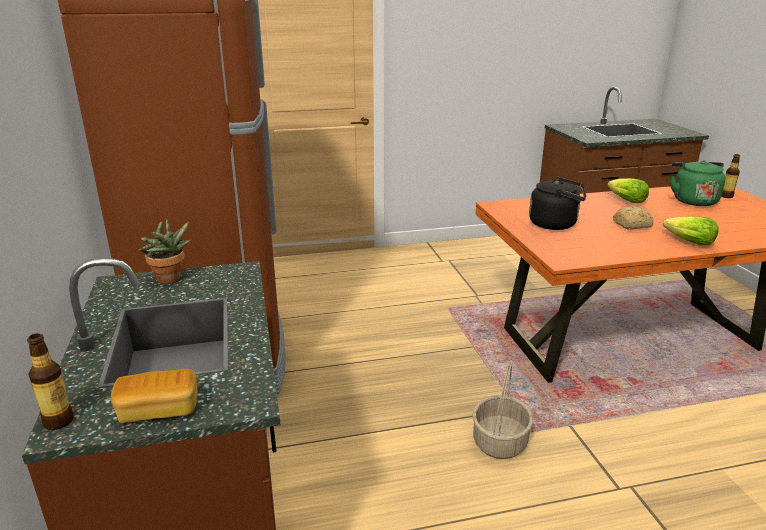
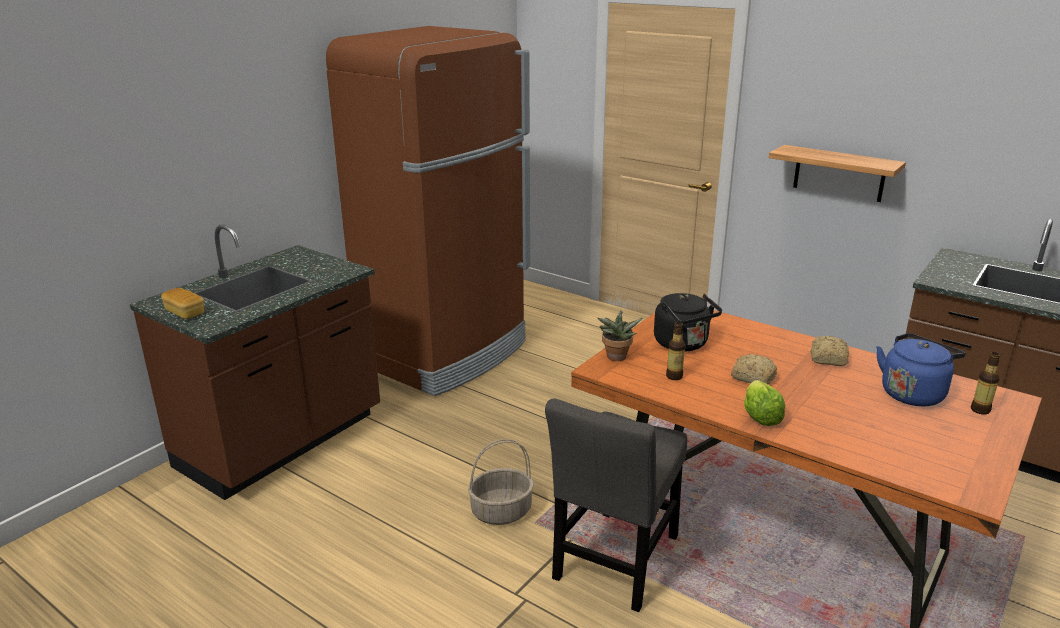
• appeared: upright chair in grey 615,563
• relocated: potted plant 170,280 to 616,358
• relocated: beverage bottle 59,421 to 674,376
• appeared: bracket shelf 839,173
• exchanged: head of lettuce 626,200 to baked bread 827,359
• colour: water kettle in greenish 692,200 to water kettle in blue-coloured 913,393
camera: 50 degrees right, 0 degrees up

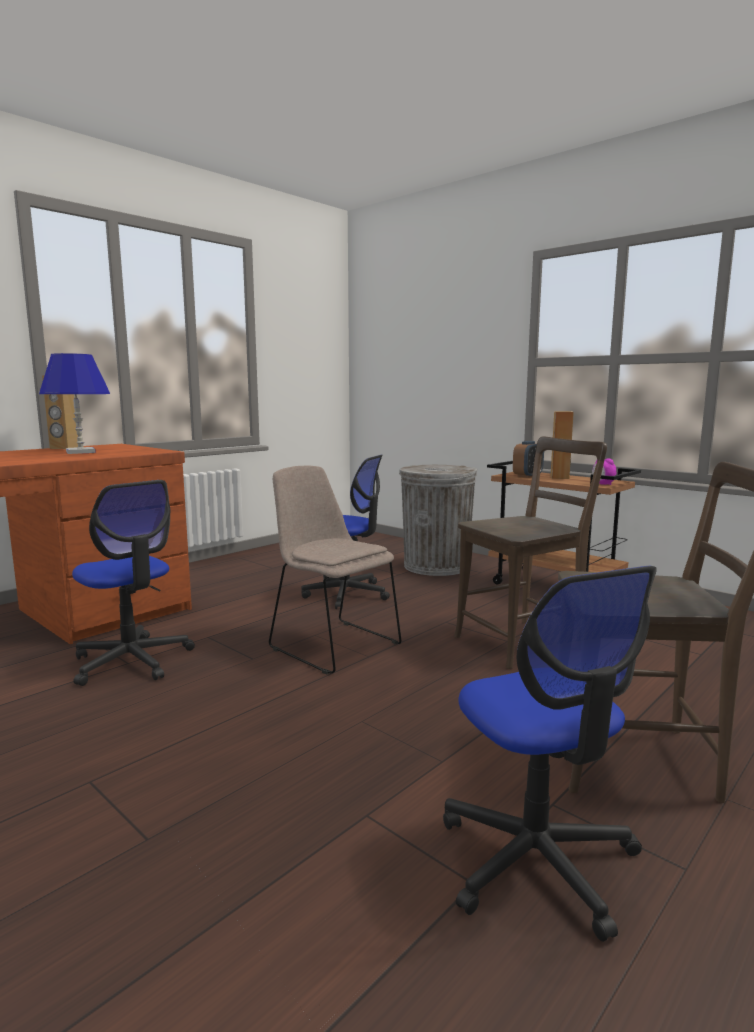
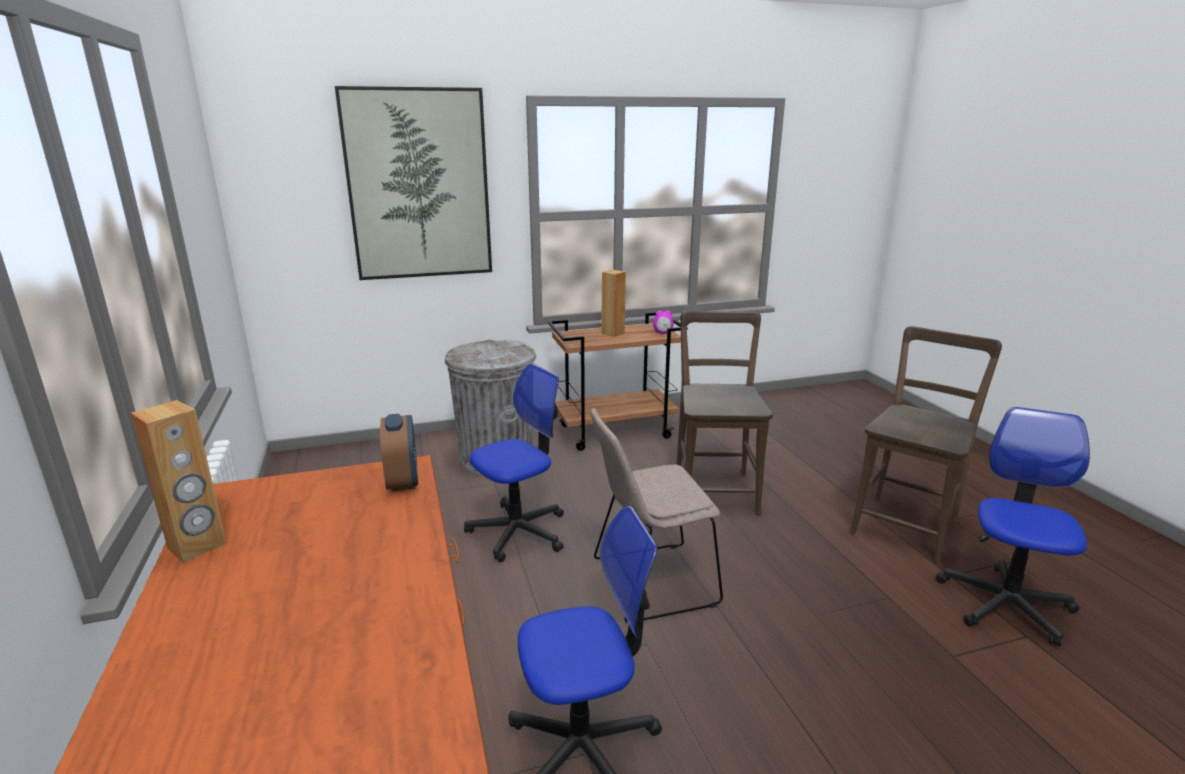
• appeared: picture 419,185
• relocated: bedside clock 527,476 to 403,481
• spun: office chair 537,860 = 1005,604 75 degrees counterclockwise
• missing: lamp for a table in blue-coloured 81,452
camera: 60 degrees left, 10 degrees up

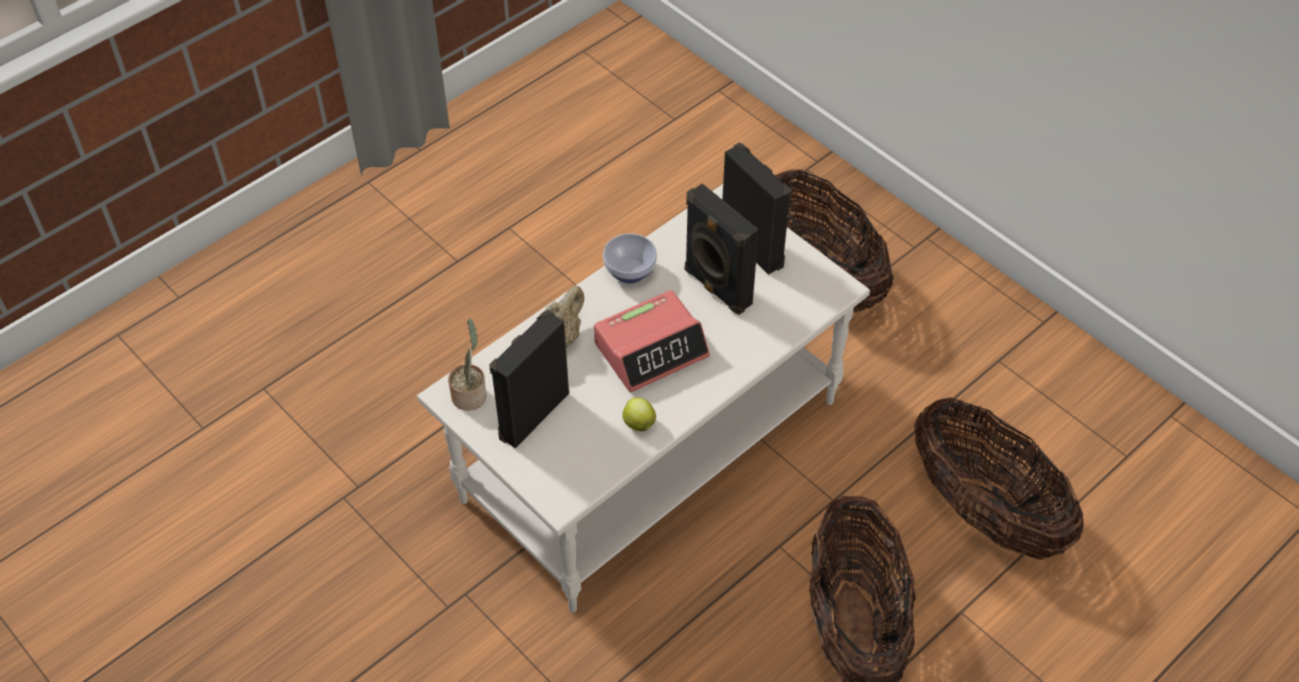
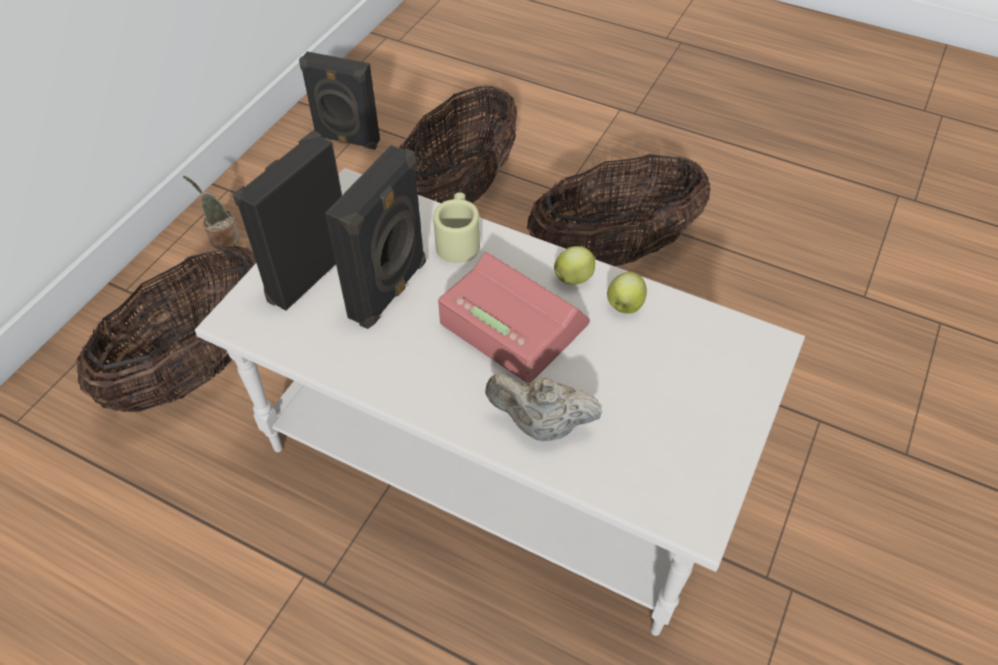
• relocated: potted plant 470,394 to 222,238
• relocated: speaker in black 532,414 to 346,140
• appeared: tea mug in beige-coloured 458,240
• appeared: apple 574,278
• missing: serving bowl 628,272
camera: 110 degrees left, 0 degrees up

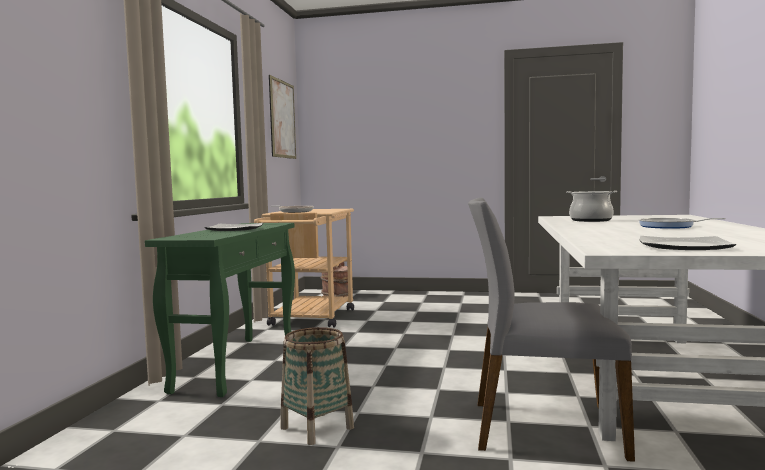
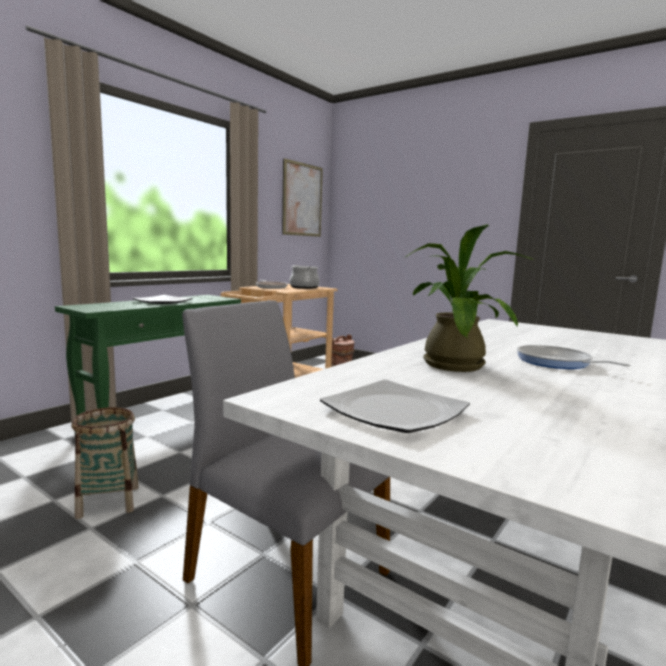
• relocated: saucepot 590,220 to 304,287
• appeared: potted plant 453,363
camera: 25 degrees right, 5 degrees up

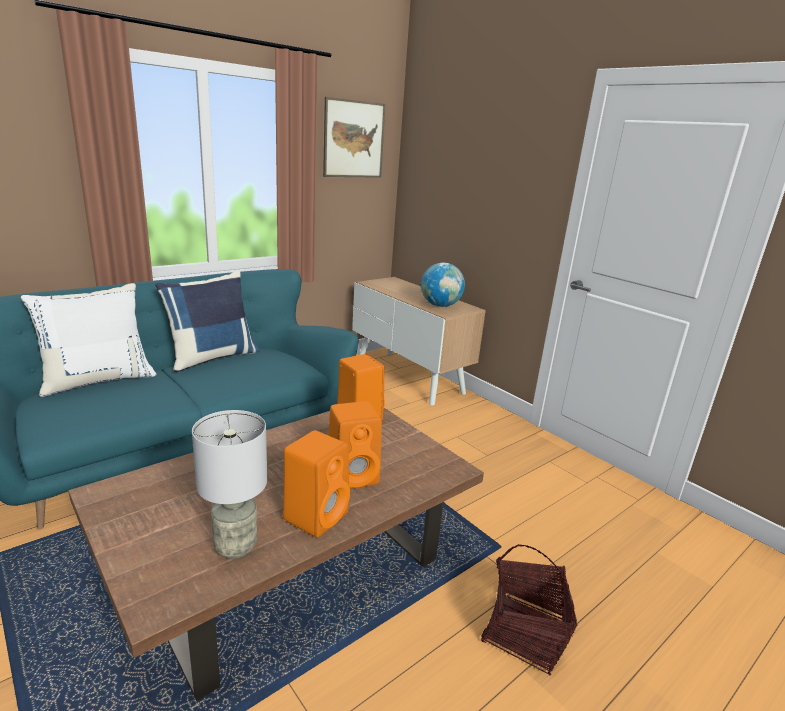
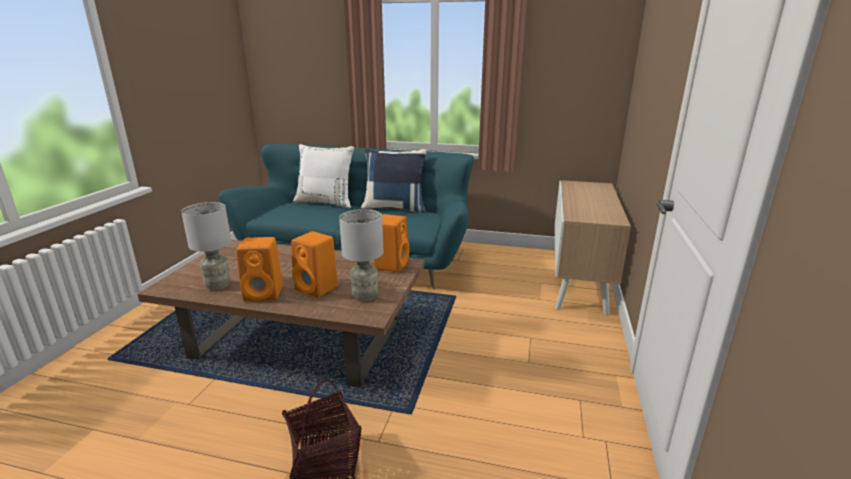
• appeared: lamp for a table in grey 365,296
• missing: picture 354,139
• missing: world globe 440,305
camera: 55 degrees right, 0 degrees up

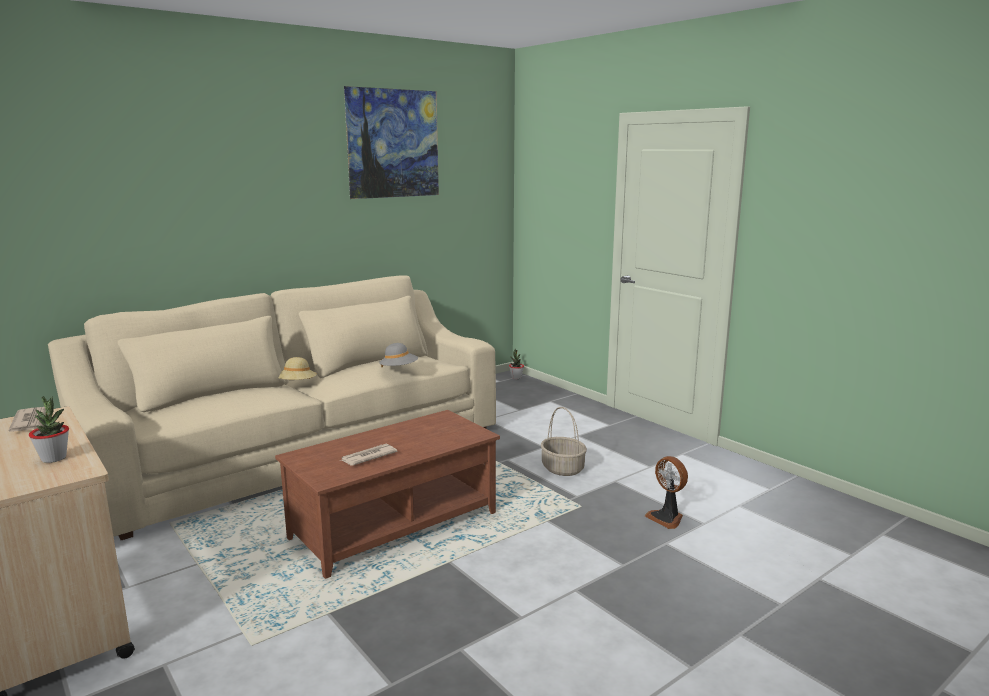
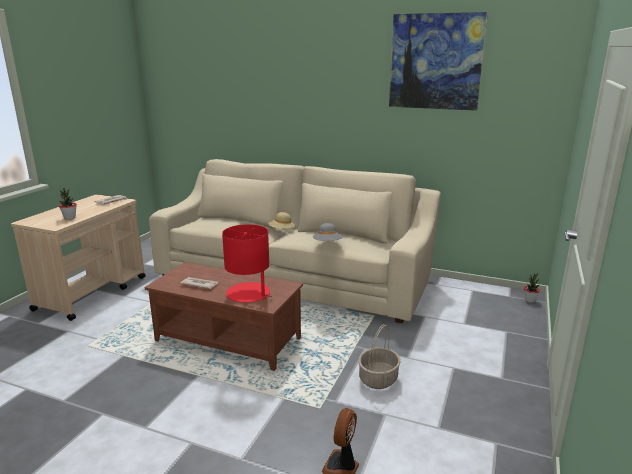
• appeared: lamp for a table in reddish 248,293
camera: 60 degrees right, 5 degrees up

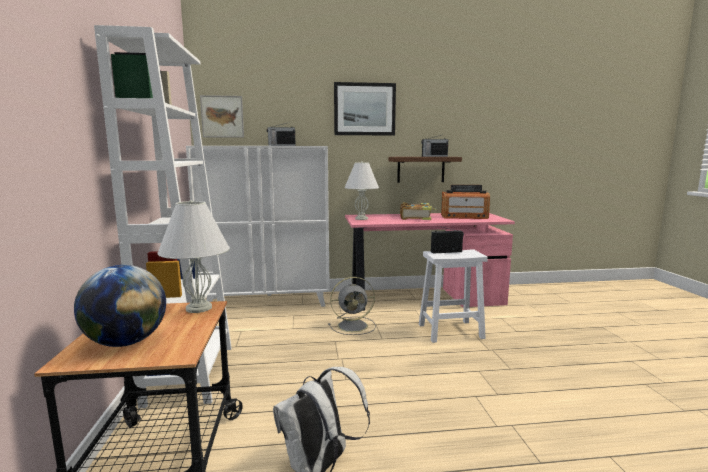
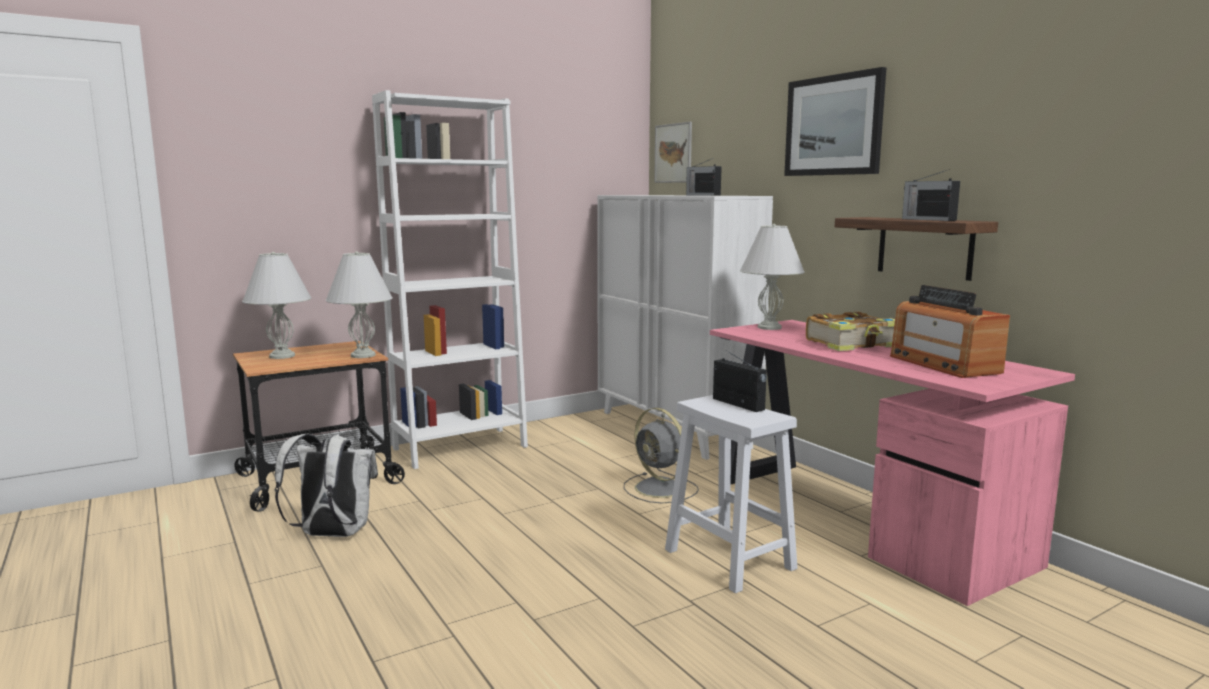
• exchanged: world globe 126,342 to lamp for a table in white 282,356
camera: 65 degrees right, 0 degrees up

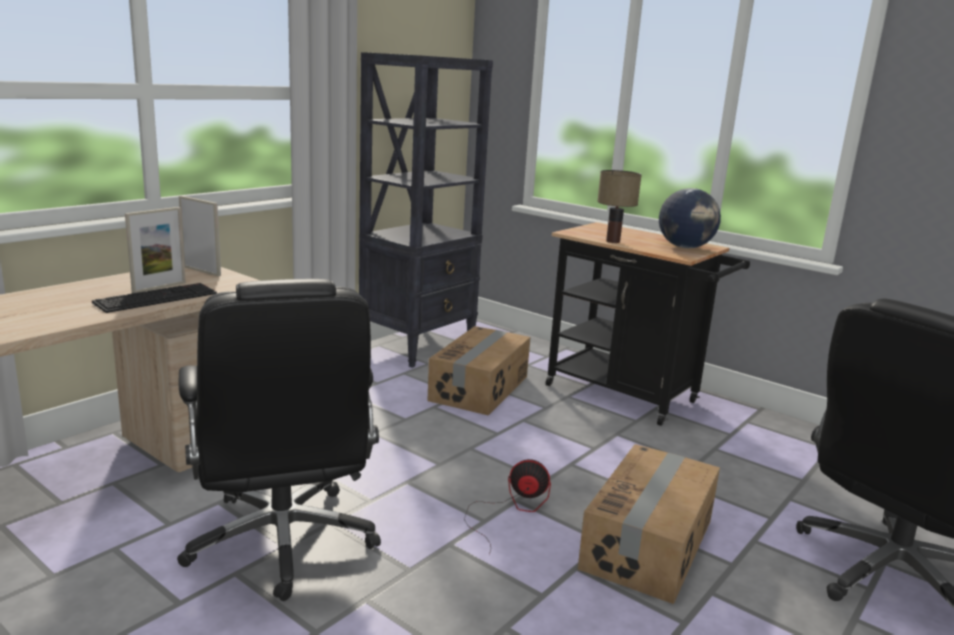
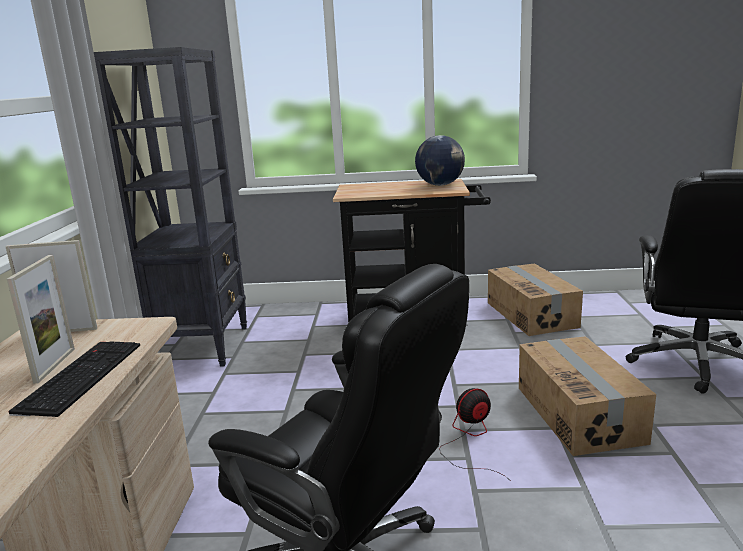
• relocated: packing box 480,388 to 532,314
• missing: lamp for a table 612,241
camera: 35 degrees left, 0 degrees up

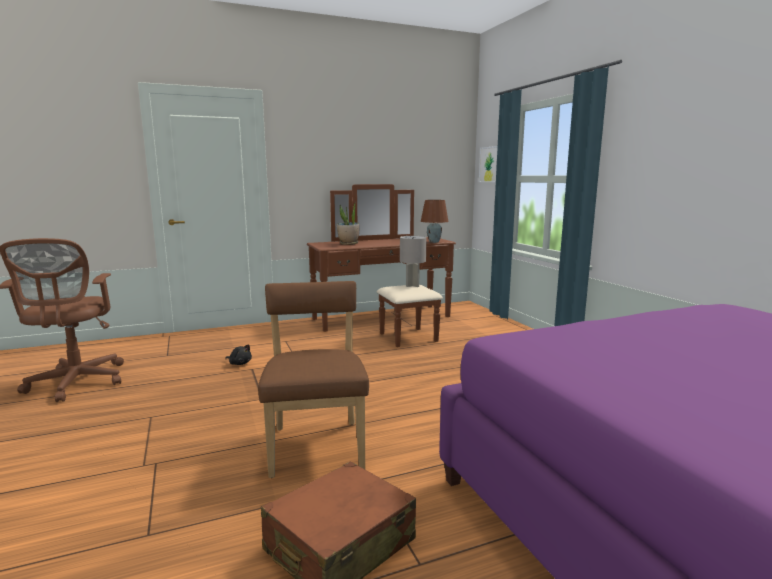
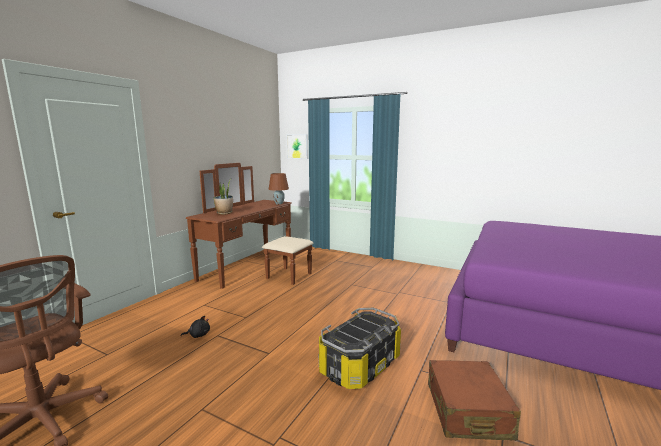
• exchanged: upright chair in brown 317,444 to storage container 359,365
• missing: lamp for a table in grey 412,285
camera: 40 degrees left, 0 degrees up

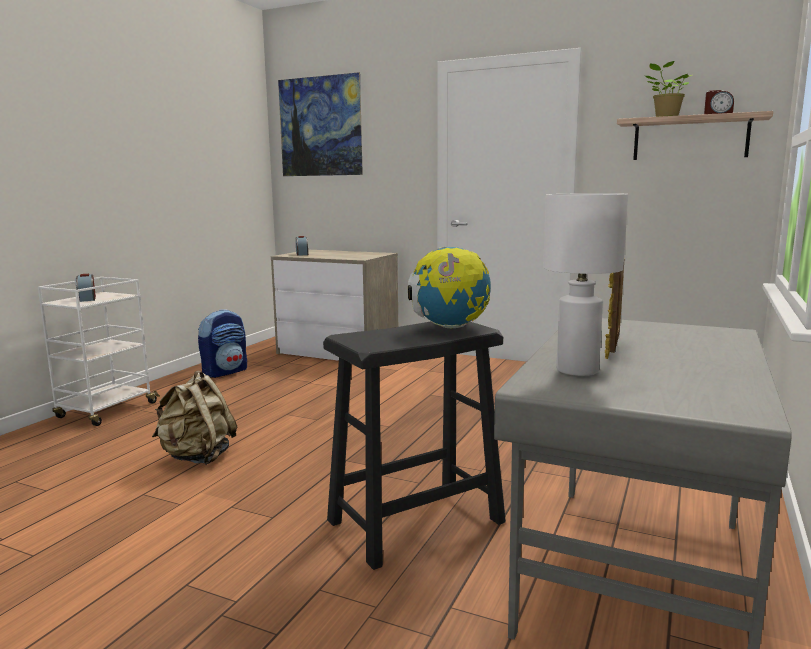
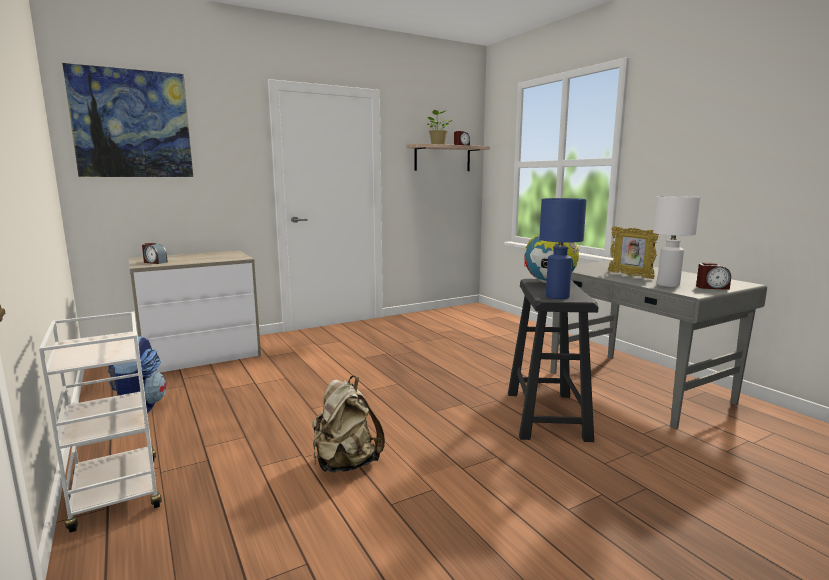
• appeared: lamp for a table in blue-coloured 557,296
• relocated: bedside clock 87,299 to 712,287
camera: 55 degrees left, 0 degrees up

